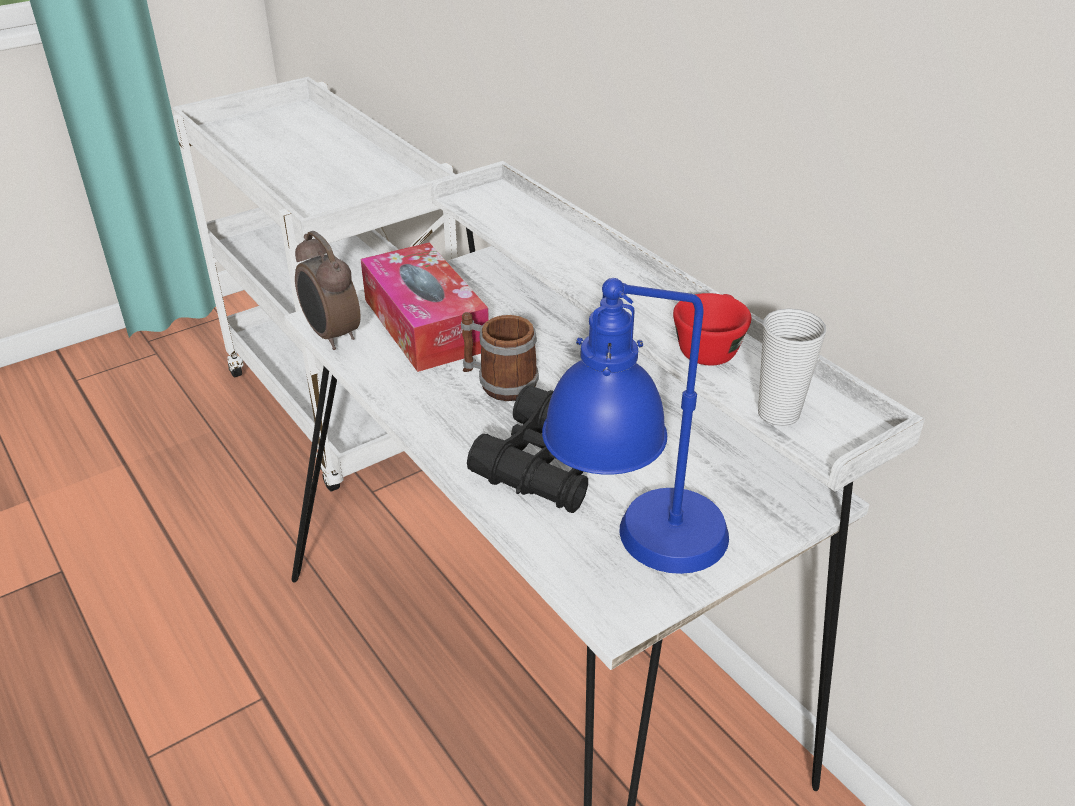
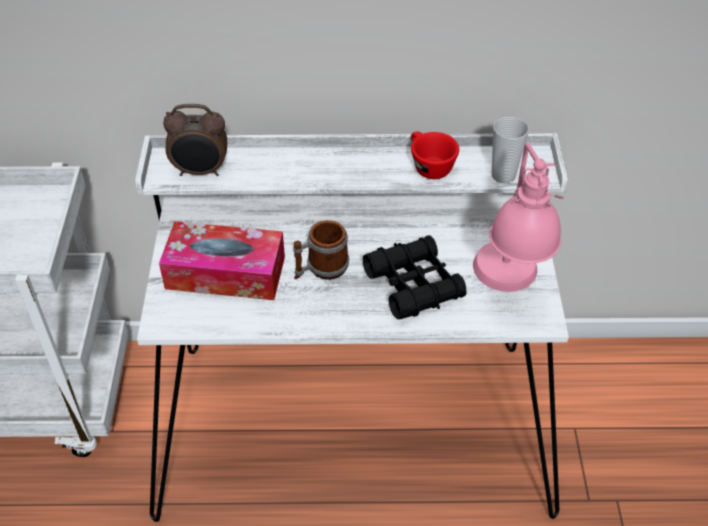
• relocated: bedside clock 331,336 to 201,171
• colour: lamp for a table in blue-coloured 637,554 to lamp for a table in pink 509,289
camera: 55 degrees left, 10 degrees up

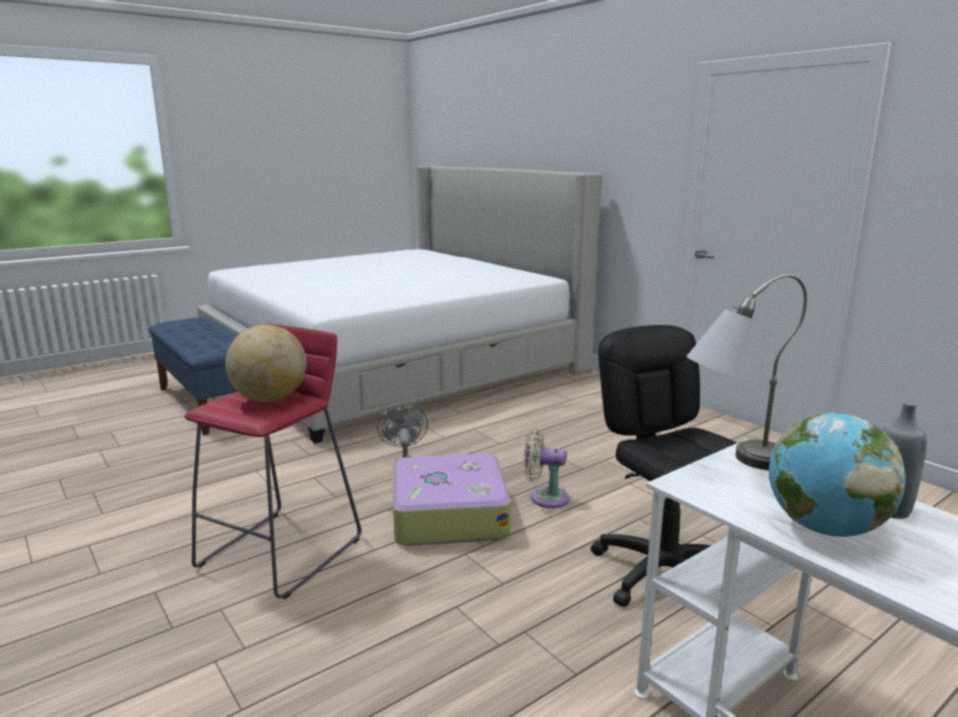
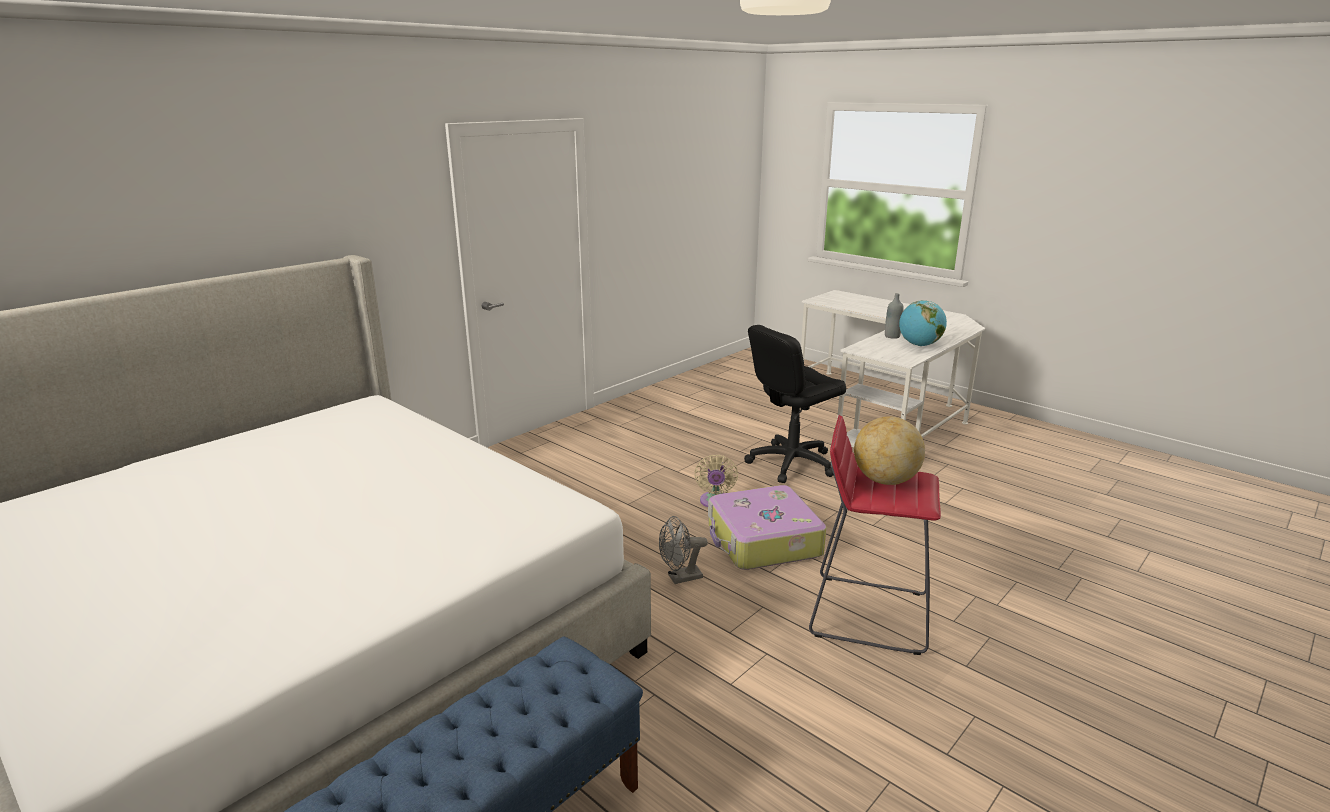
• missing: lamp for a table in grey 731,463
camera: 100 degrees left, 5 degrees up

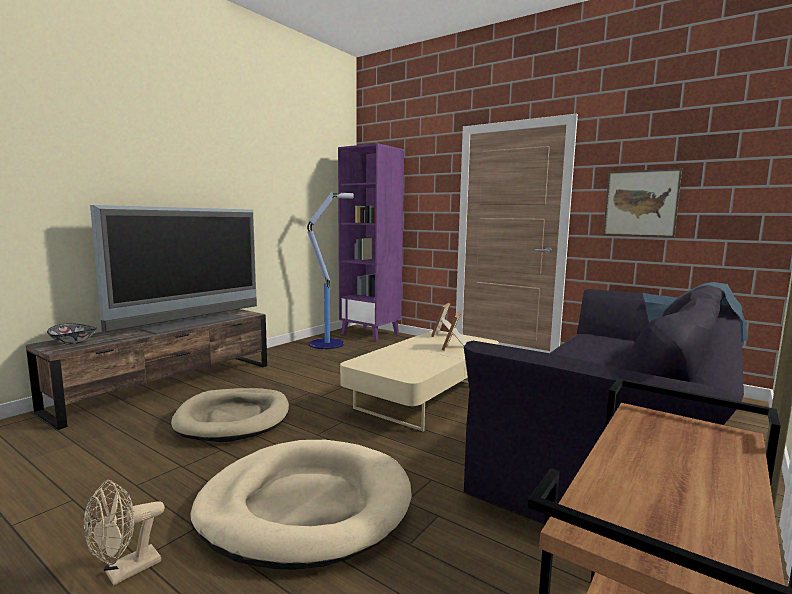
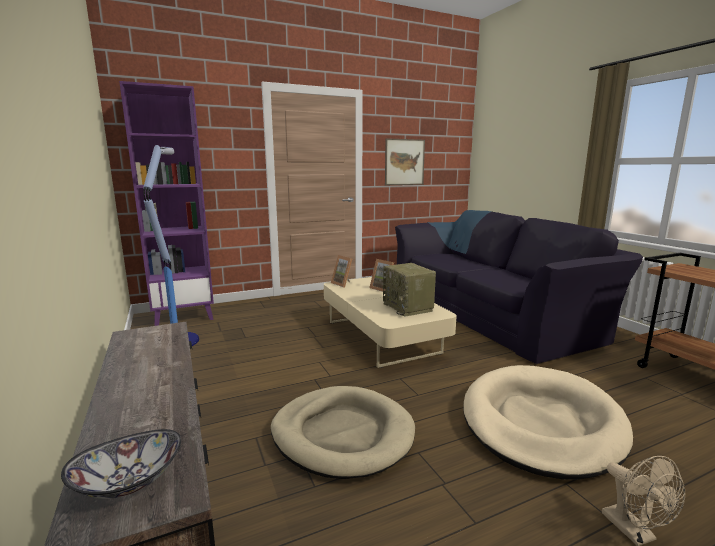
• appeared: radio 408,307
• missing: TV 191,322
camera: 60 degrees left, 5 degrees up

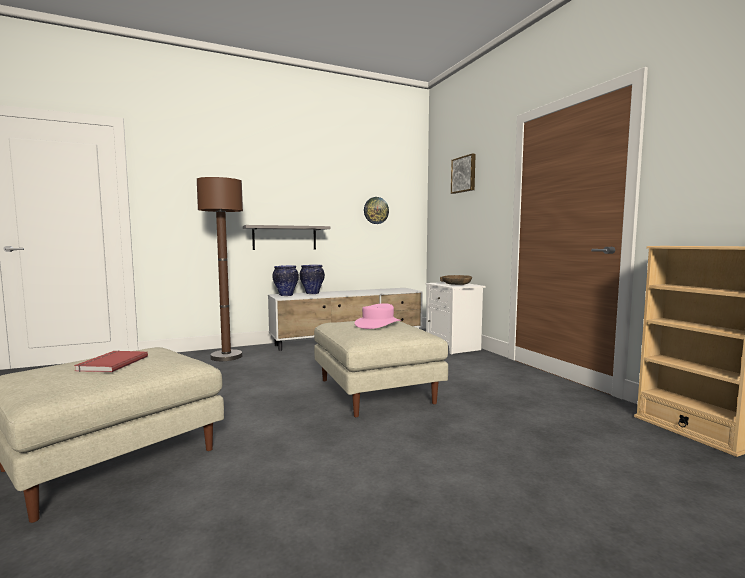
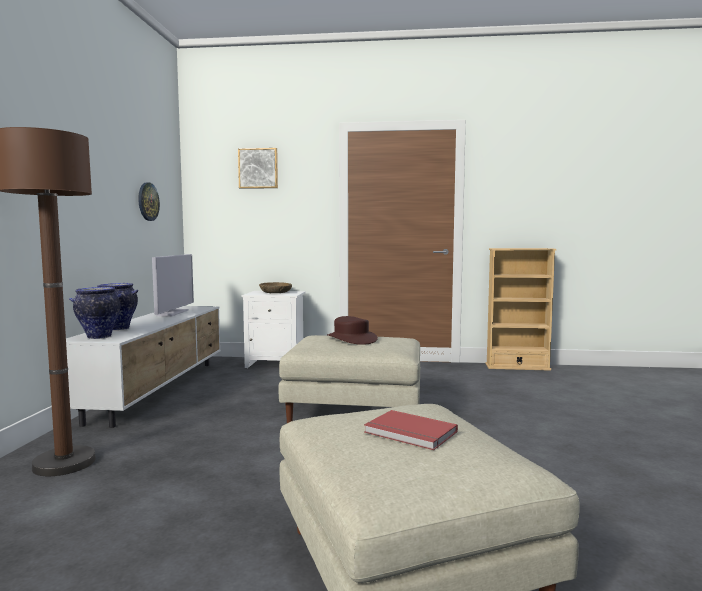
• appeared: TV 173,313
• colour: clothing hat in pink 378,324 to clothing hat in brown 351,339
• missing: bracket shelf in grey 284,238
camera: 60 degrees left, 0 degrees up

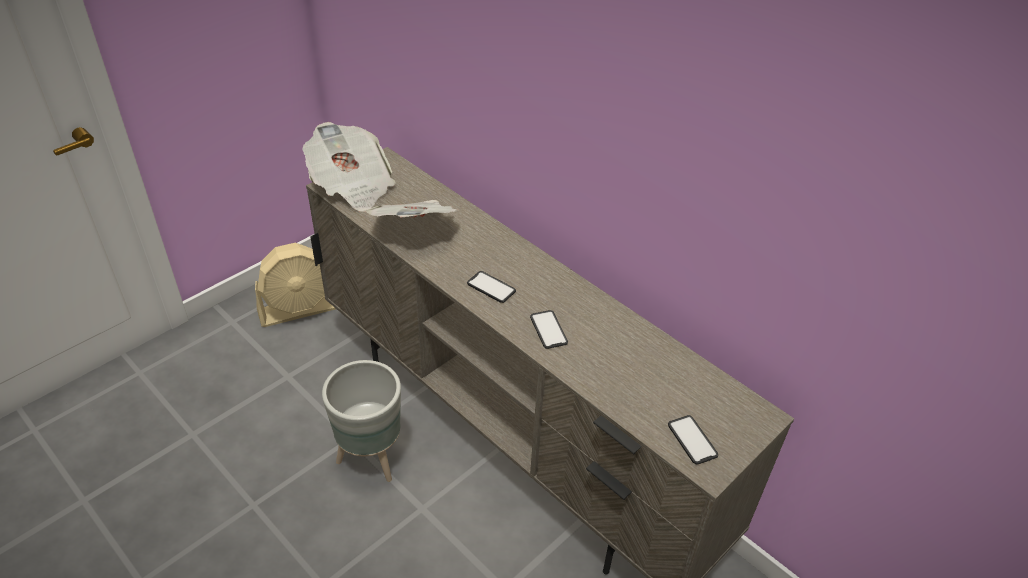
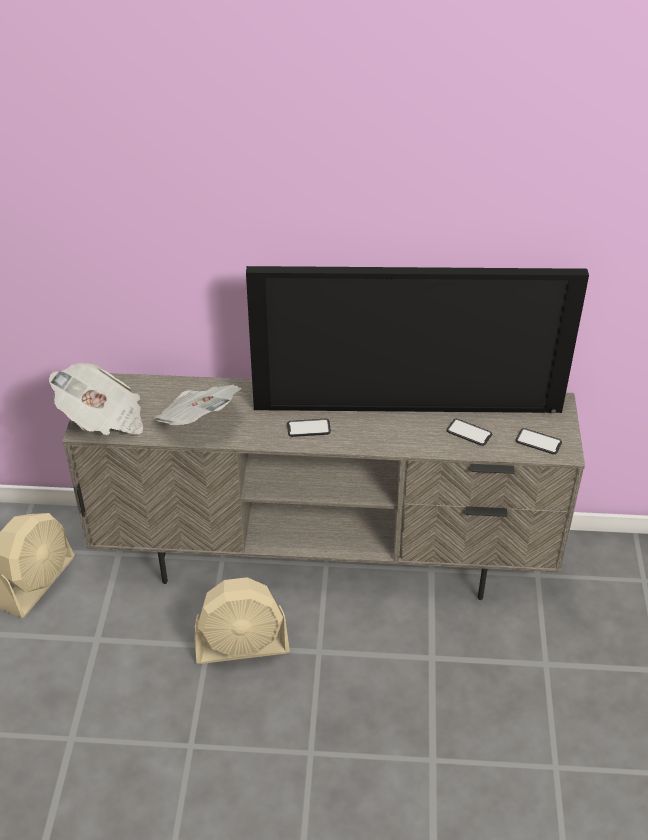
• exchanged: flower pot in grey 372,458 to fan in beige-coloured 242,646
• appeared: TV 408,398
• relocated: phone 548,330 to 469,433
camera: 40 degrees left, 0 degrees up

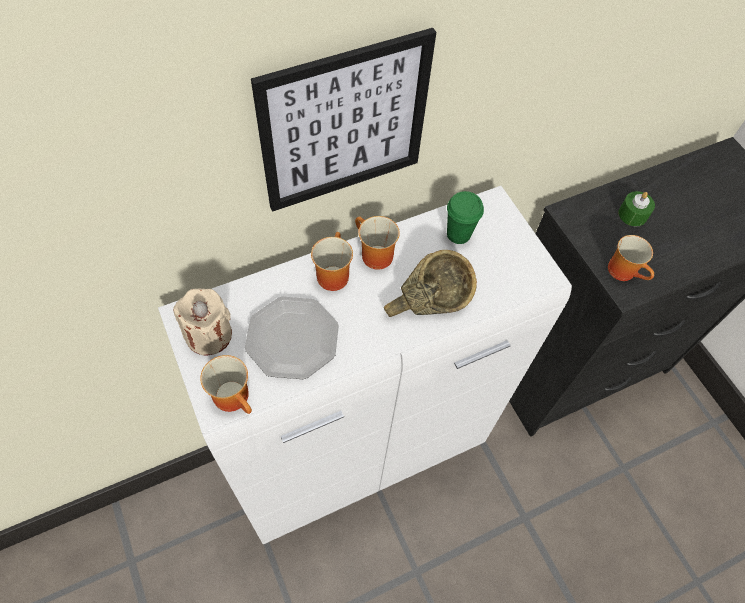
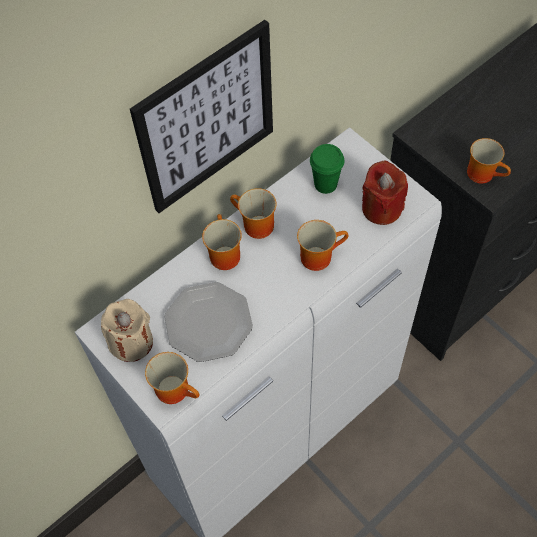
• exchanged: serving bowl in brown 428,302 to tea mug 318,254
• appeared: wax light in reddish 381,208
• missing: wax light in greenish 632,214
camera: 10 degrees left, 0 degrees up

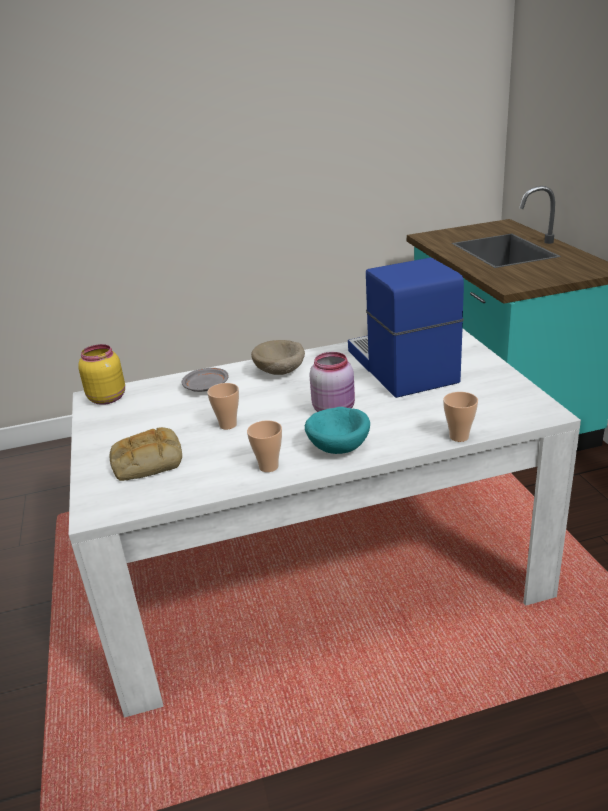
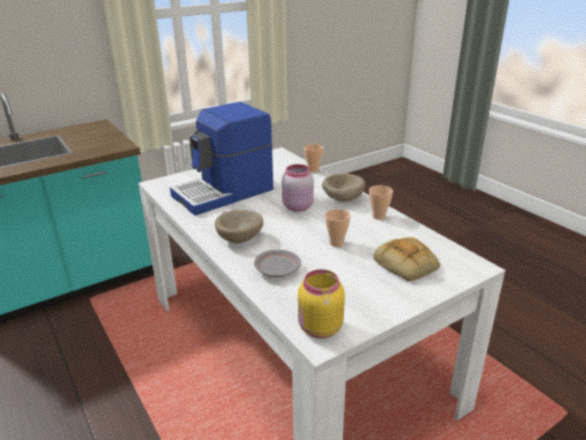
• colour: serving bowl in blue-green 339,446 to serving bowl in beige-coloured 342,199
camera: 110 degrees left, 0 degrees up

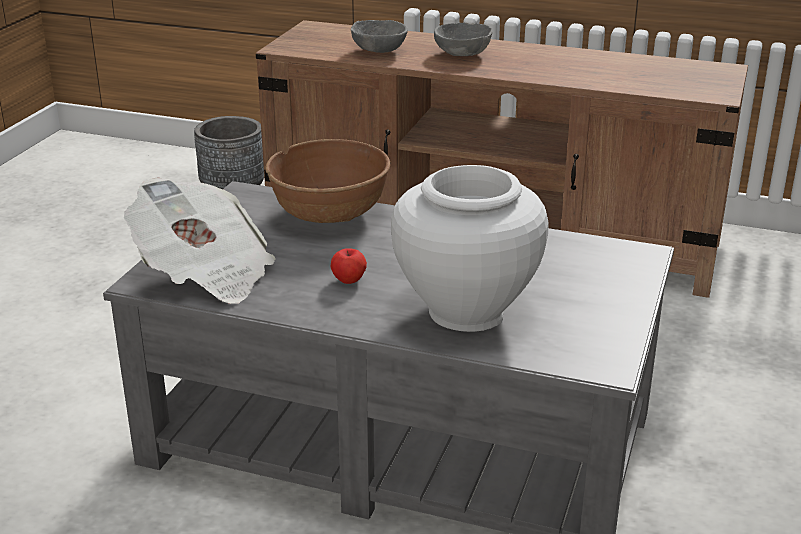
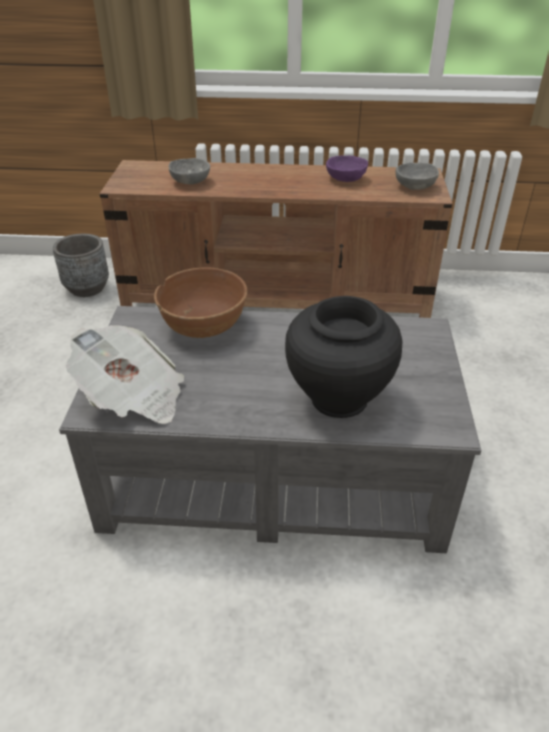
• colour: vase in white 466,311 to vase in black 338,399
• appeared: serving bowl in purplish 345,179
• relocated: serving bowl in grey 462,54 to 415,187
• missing: apple 349,280
camera: 15 degrees left, 10 degrees up

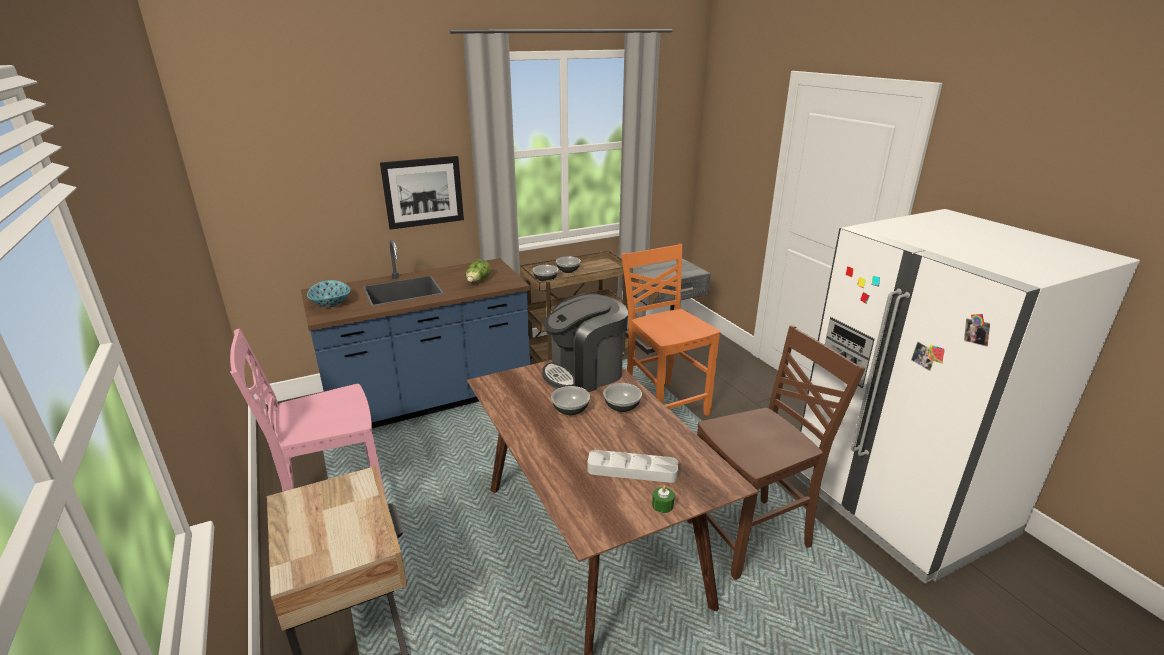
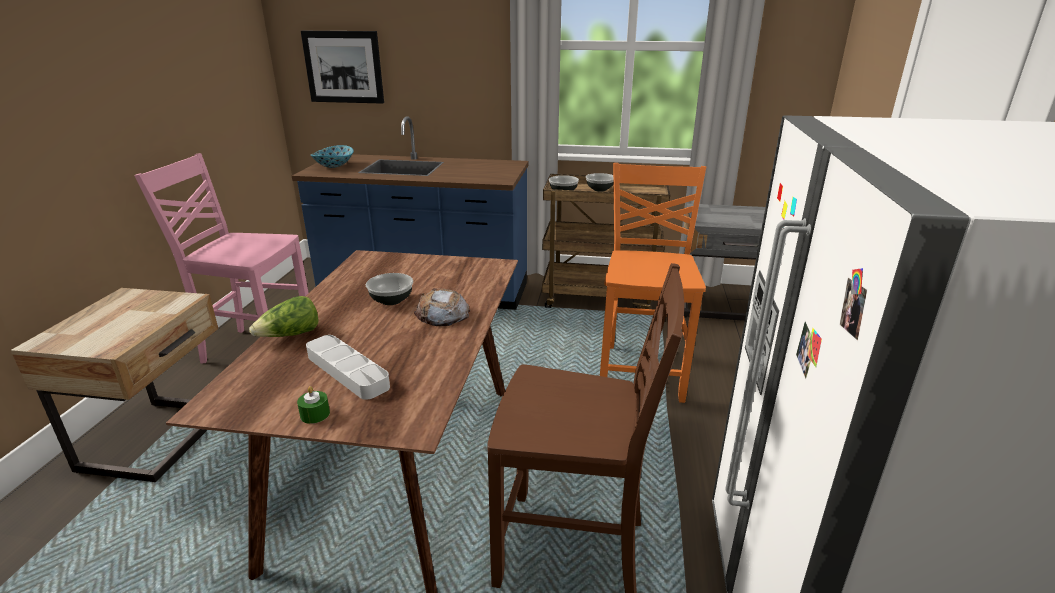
• relocated: head of lettuce 478,281 to 290,335
• relocated: picture 423,192 to 343,67
• exchanged: serving bowl 622,407 to baked bread 442,314
• missing: coffee machine 585,373
camera: 35 degrees right, 0 degrees up

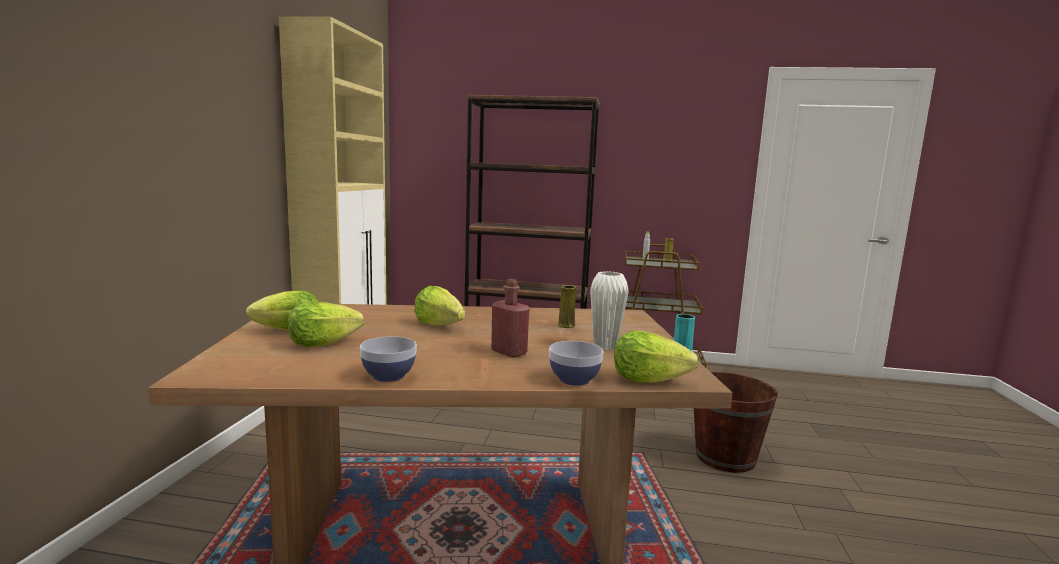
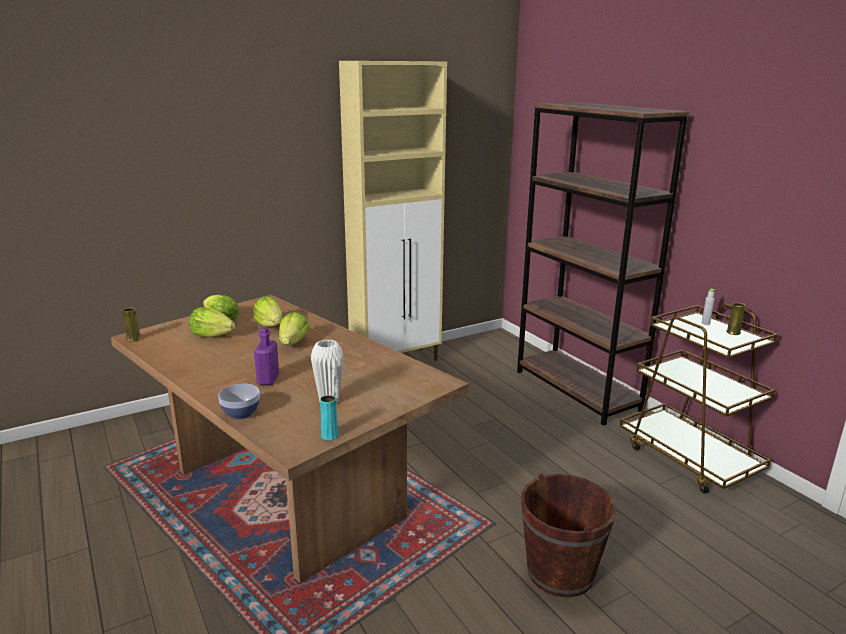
• relocated: vase in yellow-coloured 566,325 to 133,339
• relocated: head of lettuce 648,380 to 270,325
• colour: beverage bottle in reddish 509,352 to beverage bottle in purplish 268,379
• missing: serving bowl 389,376
camera: 50 degrees right, 10 degrees up

